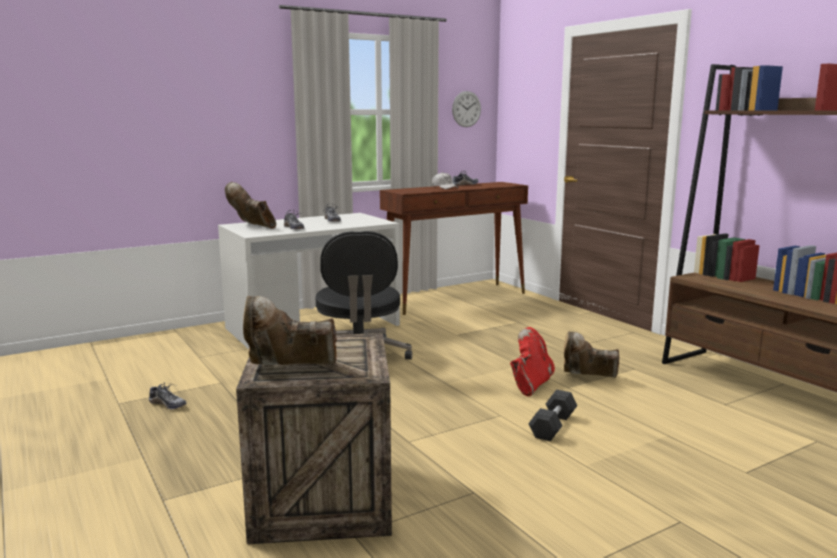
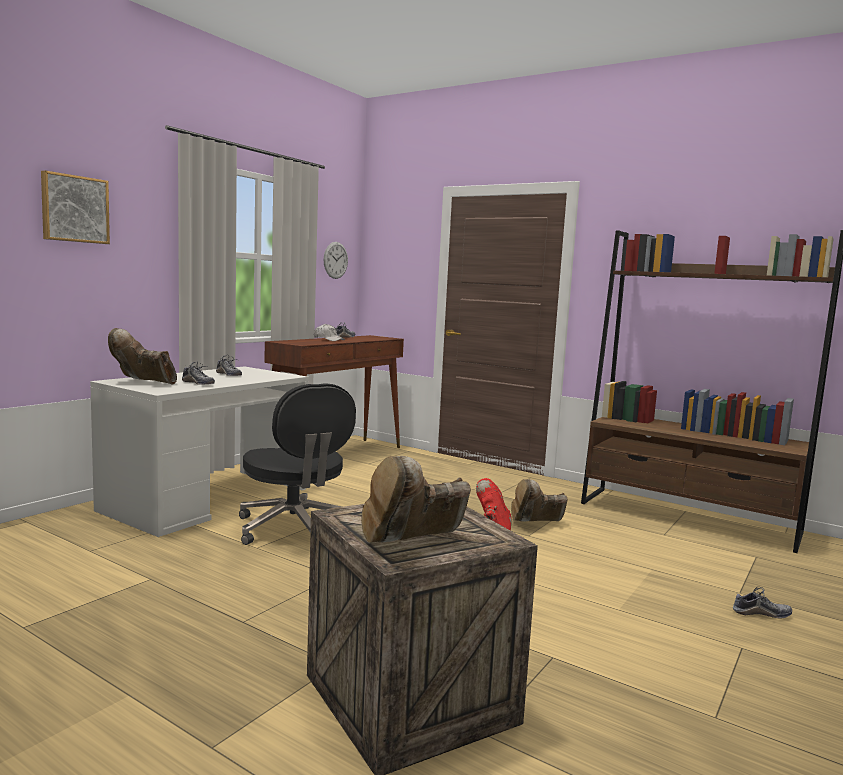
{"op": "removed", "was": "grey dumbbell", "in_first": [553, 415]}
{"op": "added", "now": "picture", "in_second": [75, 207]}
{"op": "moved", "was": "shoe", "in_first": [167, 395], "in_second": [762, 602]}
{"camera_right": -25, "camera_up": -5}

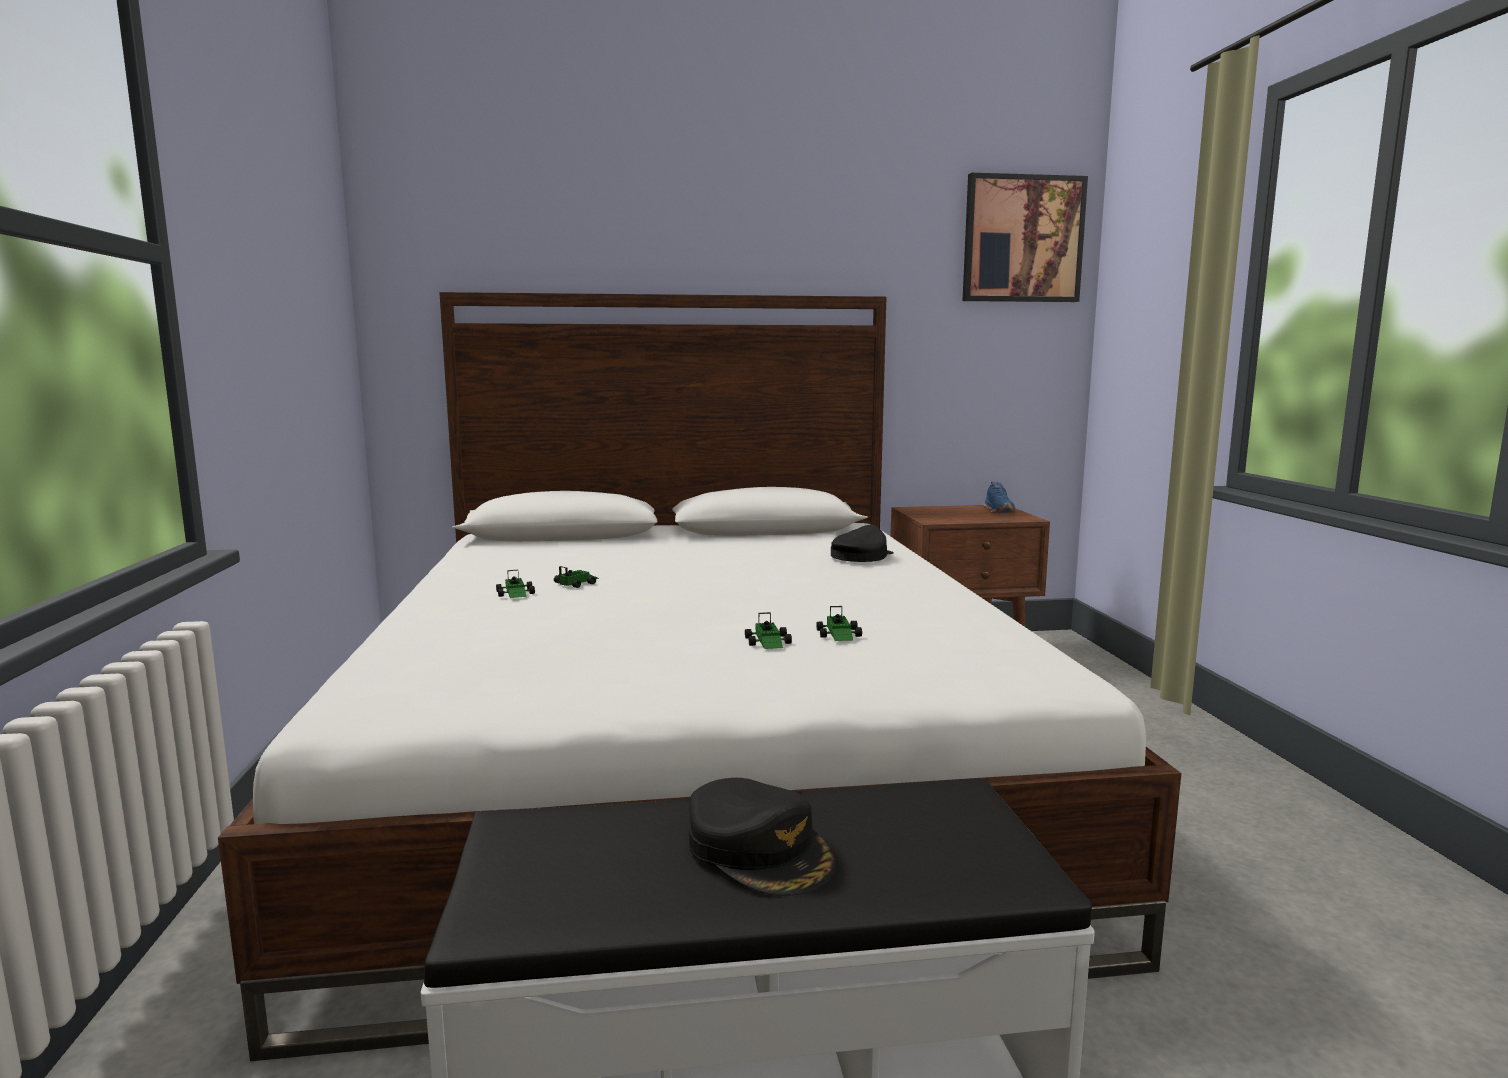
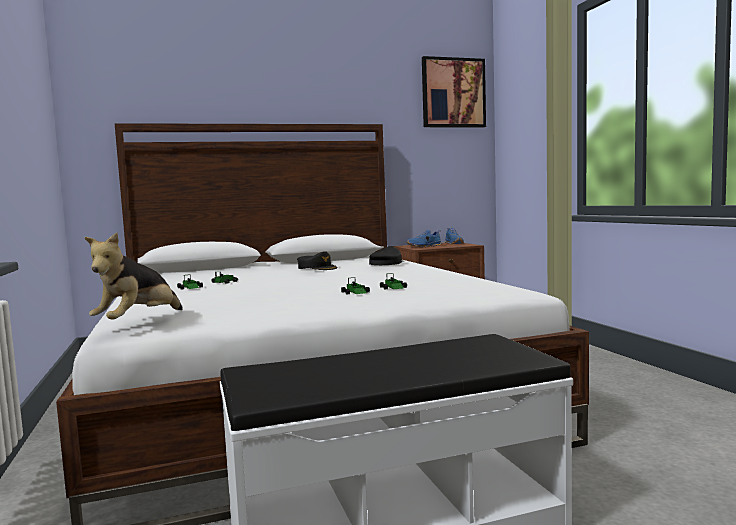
{"op": "added", "now": "plush toy", "in_second": [133, 276]}
{"op": "added", "now": "blue shoe", "in_second": [424, 238]}
{"op": "moved", "was": "black cap", "in_first": [762, 837], "in_second": [317, 260]}
{"camera_right": -10, "camera_up": -5}

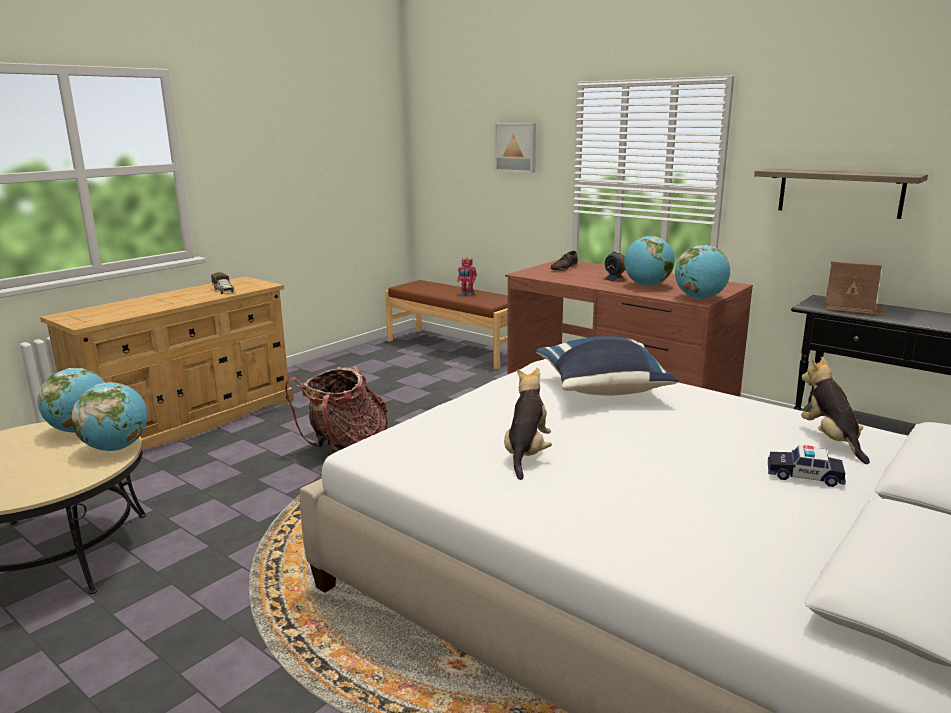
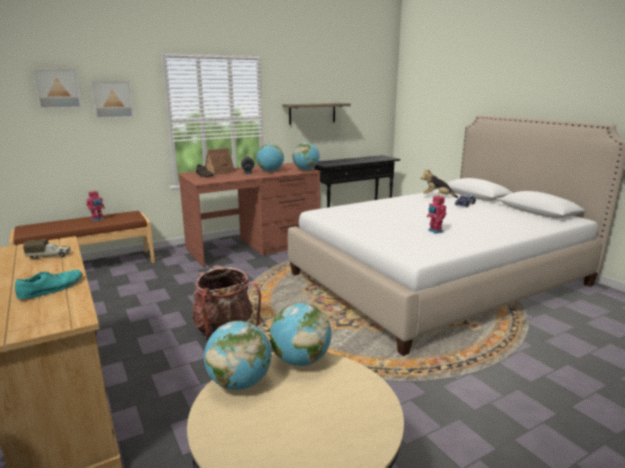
{"op": "removed", "was": "blue pillow", "in_first": [607, 365]}
{"op": "added", "now": "turquoise shoe", "in_second": [49, 284]}
{"op": "added", "now": "picture", "in_second": [57, 89]}
{"op": "moved", "was": "toy house", "in_first": [854, 288], "in_second": [220, 161]}
{"op": "replaced", "was": "plush toy", "now": "toy robot", "in_first": [528, 424], "in_second": [436, 214]}
{"camera_right": -70, "camera_up": 0}

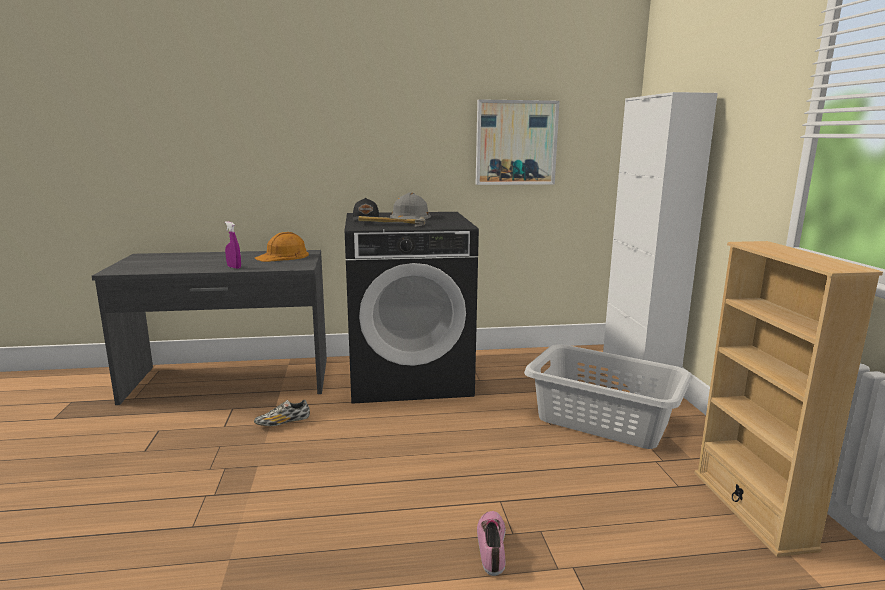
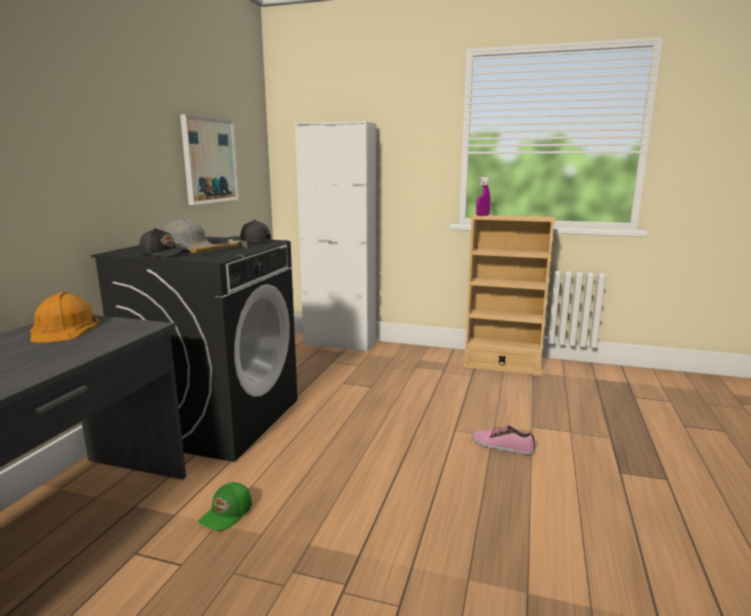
{"op": "removed", "was": "grey laundry basket", "in_first": [607, 397]}
{"op": "added", "now": "black cap", "in_second": [249, 230]}
{"op": "moved", "was": "purple spray bottle", "in_first": [233, 245], "in_second": [483, 196]}
{"op": "replaced", "was": "shoe", "now": "green cap", "in_first": [282, 412], "in_second": [225, 506]}
{"camera_right": -65, "camera_up": 0}

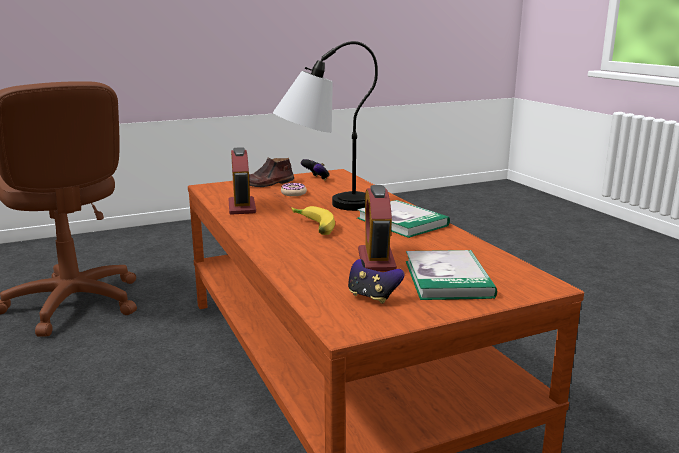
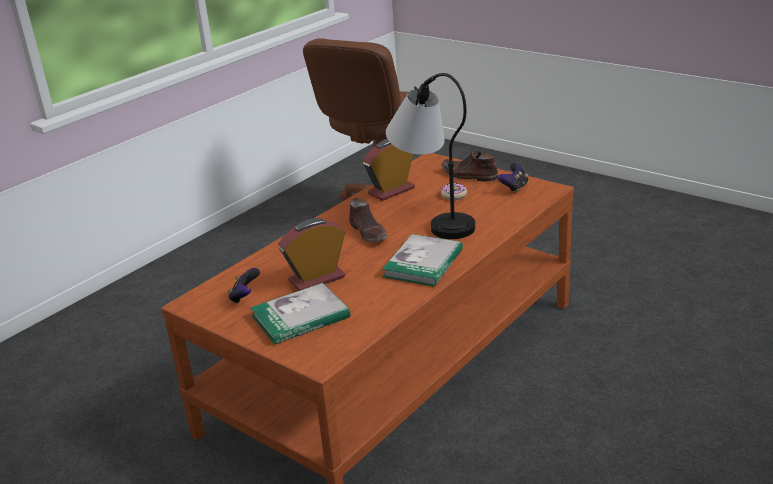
{"op": "replaced", "was": "banana", "now": "brown shoe", "in_first": [313, 220], "in_second": [368, 220]}
{"camera_right": 65, "camera_up": 10}

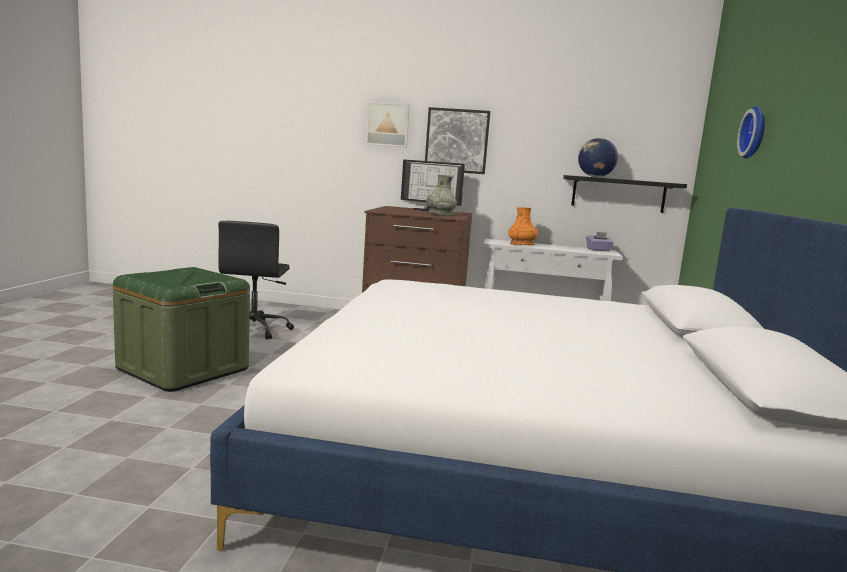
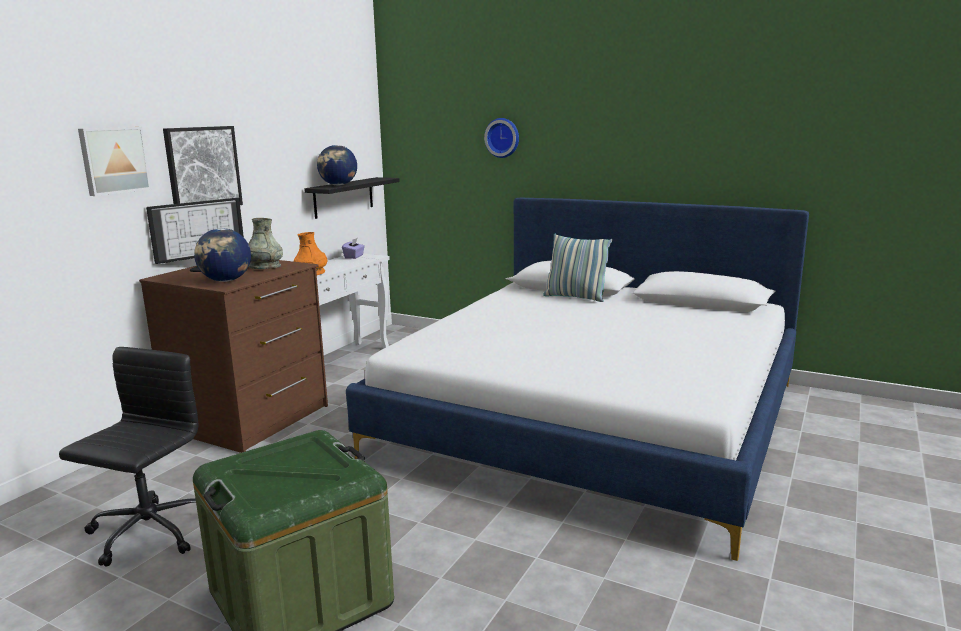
{"op": "added", "now": "globe", "in_second": [222, 255]}
{"op": "added", "now": "pillow", "in_second": [578, 268]}
{"op": "turned", "was": "black office chair", "in_first": [256, 280], "in_second": [128, 457], "clockwise": -90}
{"camera_right": -70, "camera_up": 5}

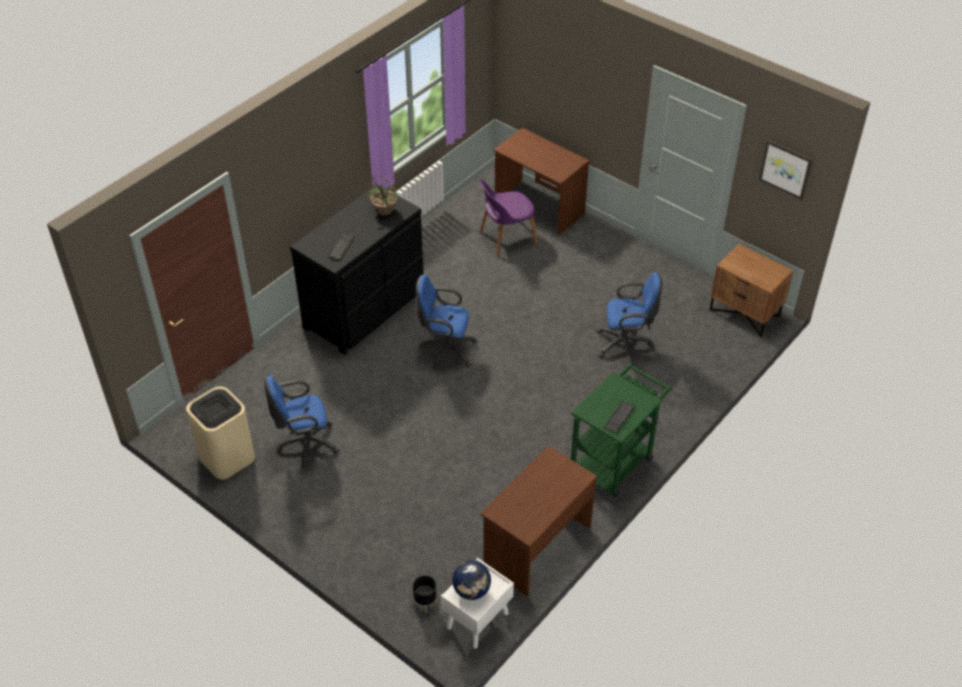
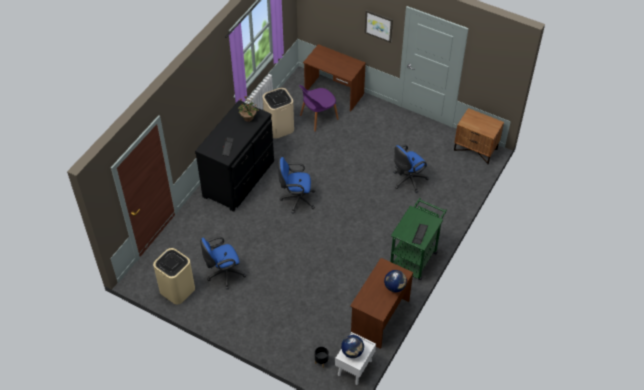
{"op": "added", "now": "beige trash can", "in_second": [278, 113]}
{"op": "added", "now": "globe", "in_second": [395, 281]}
{"op": "moved", "was": "picture", "in_first": [786, 170], "in_second": [379, 26]}
{"op": "turned", "was": "blue office chair", "in_first": [630, 318], "in_second": [411, 168], "clockwise": 150}
{"camera_right": -10, "camera_up": 5}

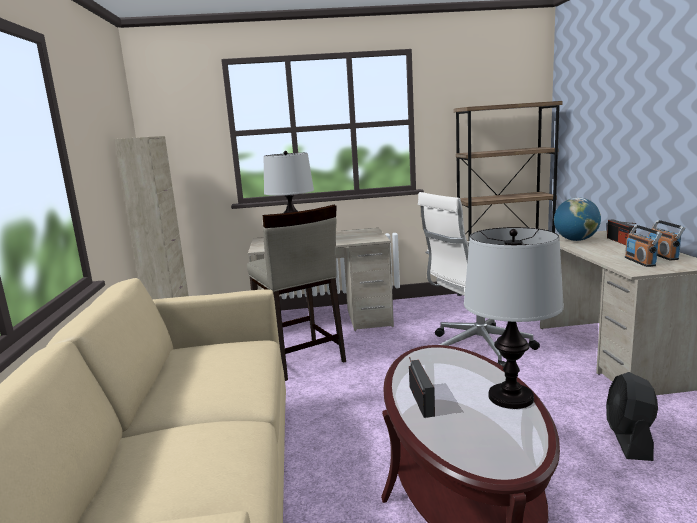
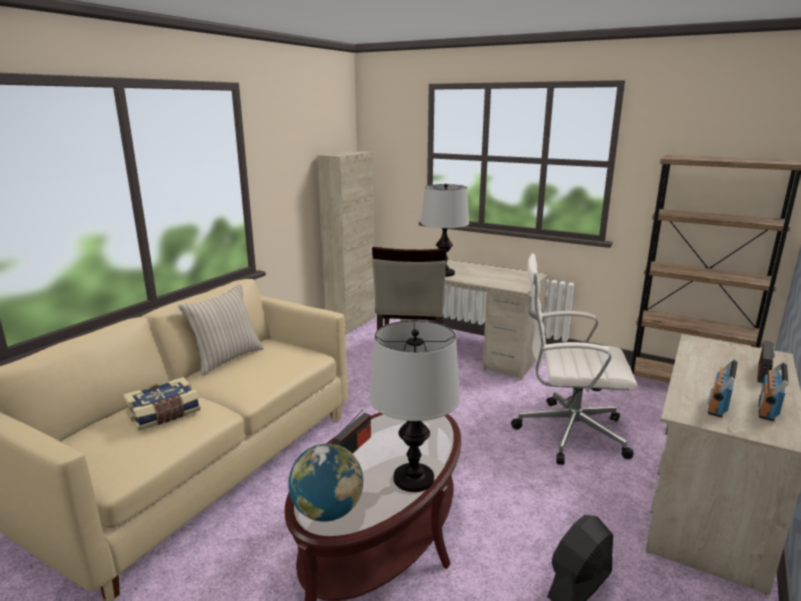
{"op": "added", "now": "book", "in_second": [162, 404]}
{"op": "added", "now": "beige pillow", "in_second": [221, 330]}
{"op": "moved", "was": "globe", "in_first": [577, 219], "in_second": [325, 483]}
{"camera_right": 35, "camera_up": 5}

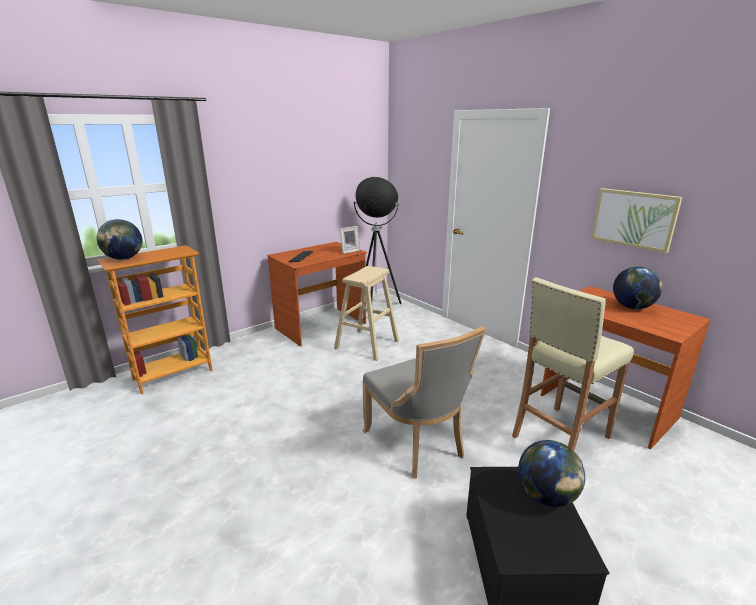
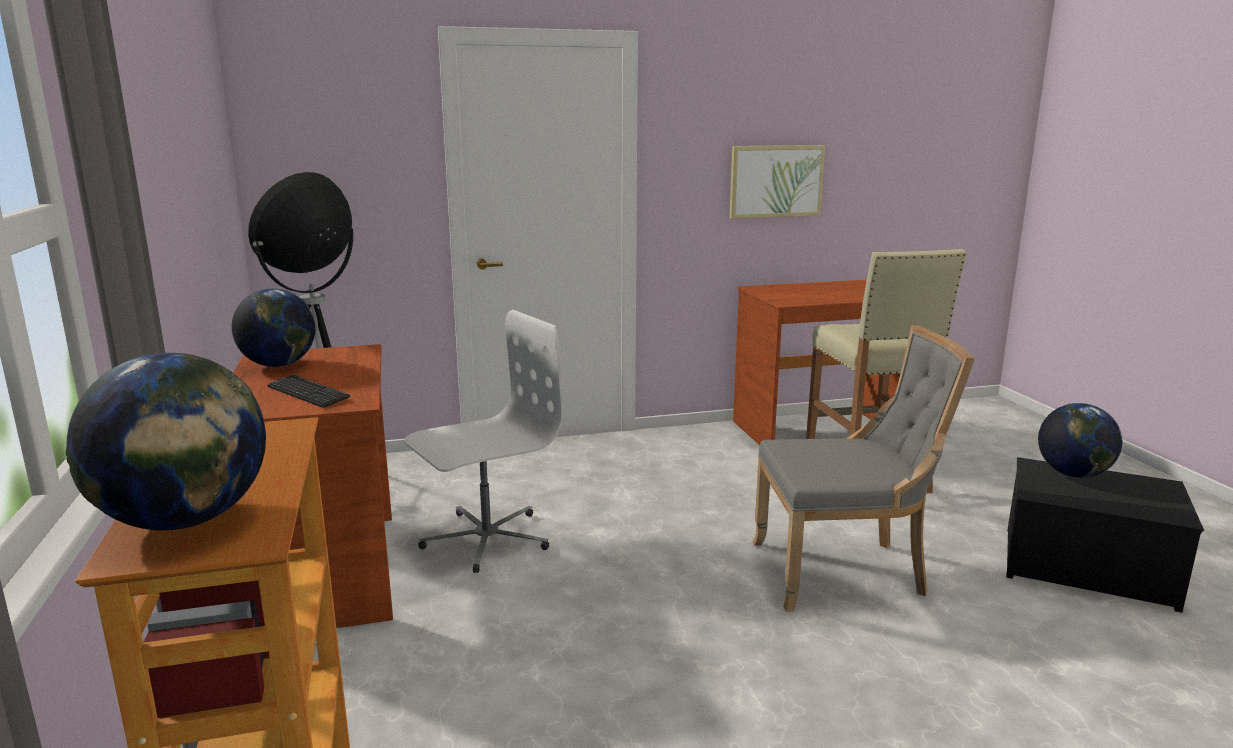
{"op": "removed", "was": "picture frame", "in_first": [350, 240]}
{"op": "moved", "was": "globe", "in_first": [637, 287], "in_second": [274, 328]}
{"op": "replaced", "was": "beige stool", "now": "white office chair", "in_first": [366, 313], "in_second": [483, 441]}
{"camera_right": -65, "camera_up": -5}

